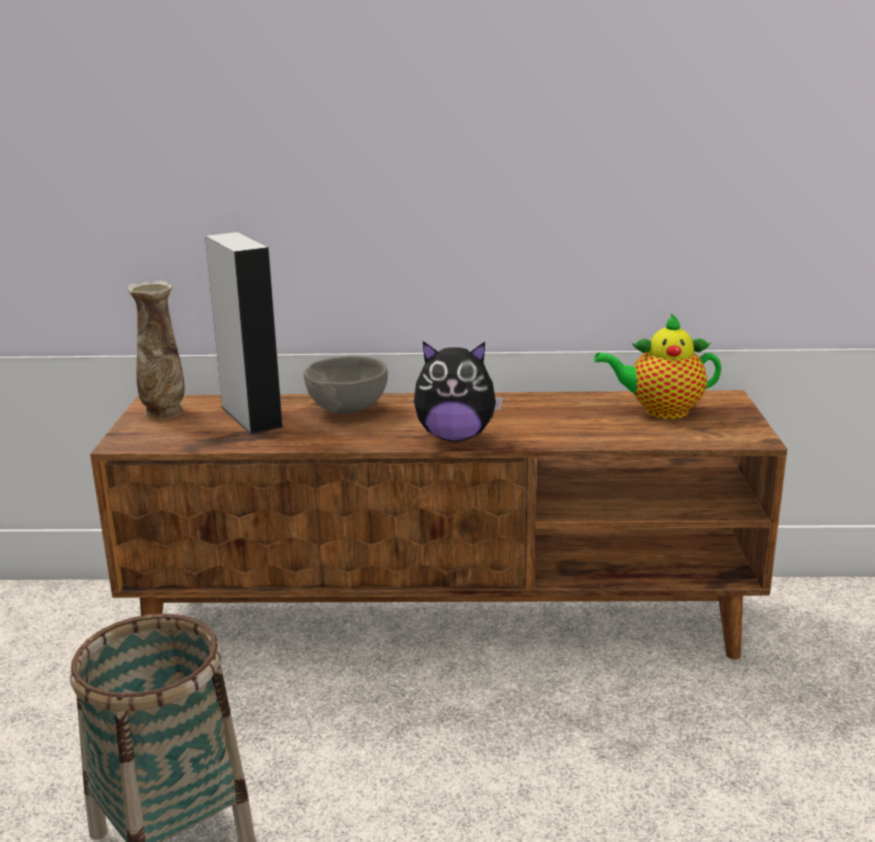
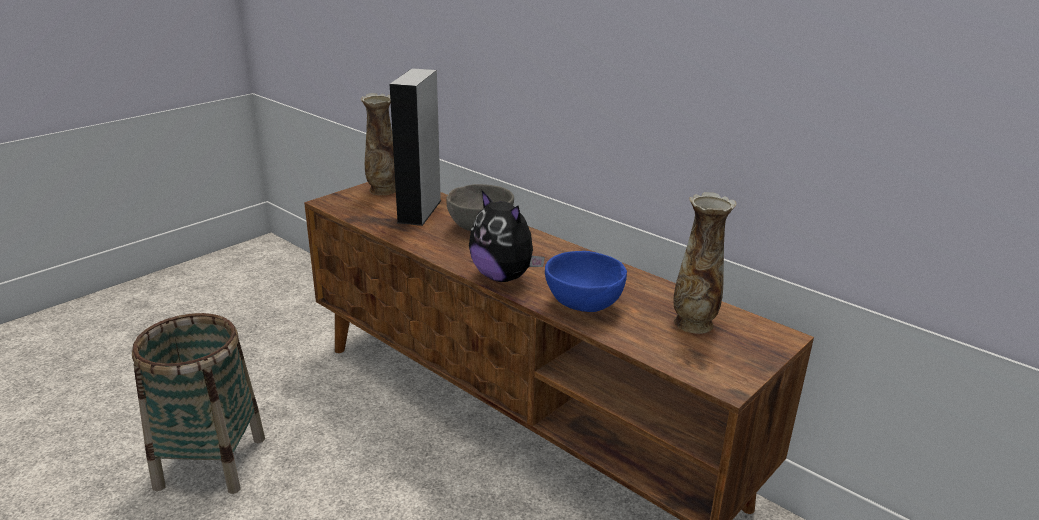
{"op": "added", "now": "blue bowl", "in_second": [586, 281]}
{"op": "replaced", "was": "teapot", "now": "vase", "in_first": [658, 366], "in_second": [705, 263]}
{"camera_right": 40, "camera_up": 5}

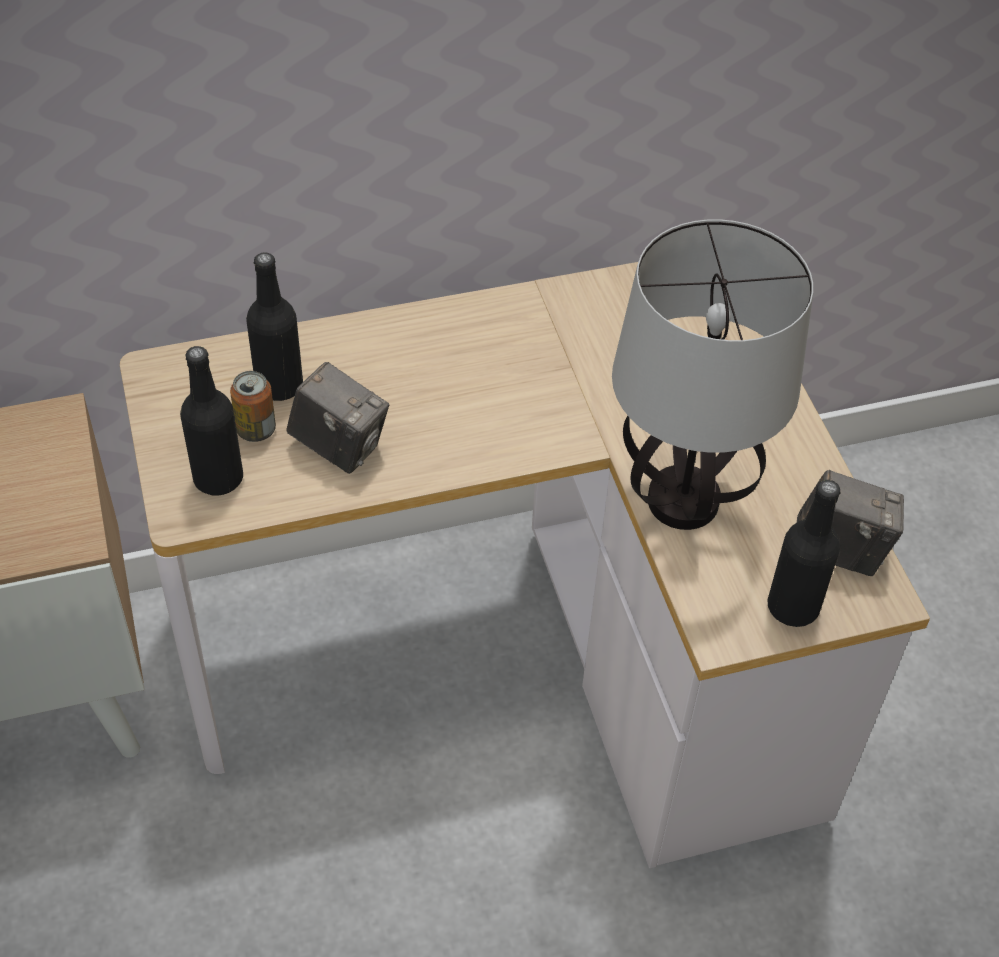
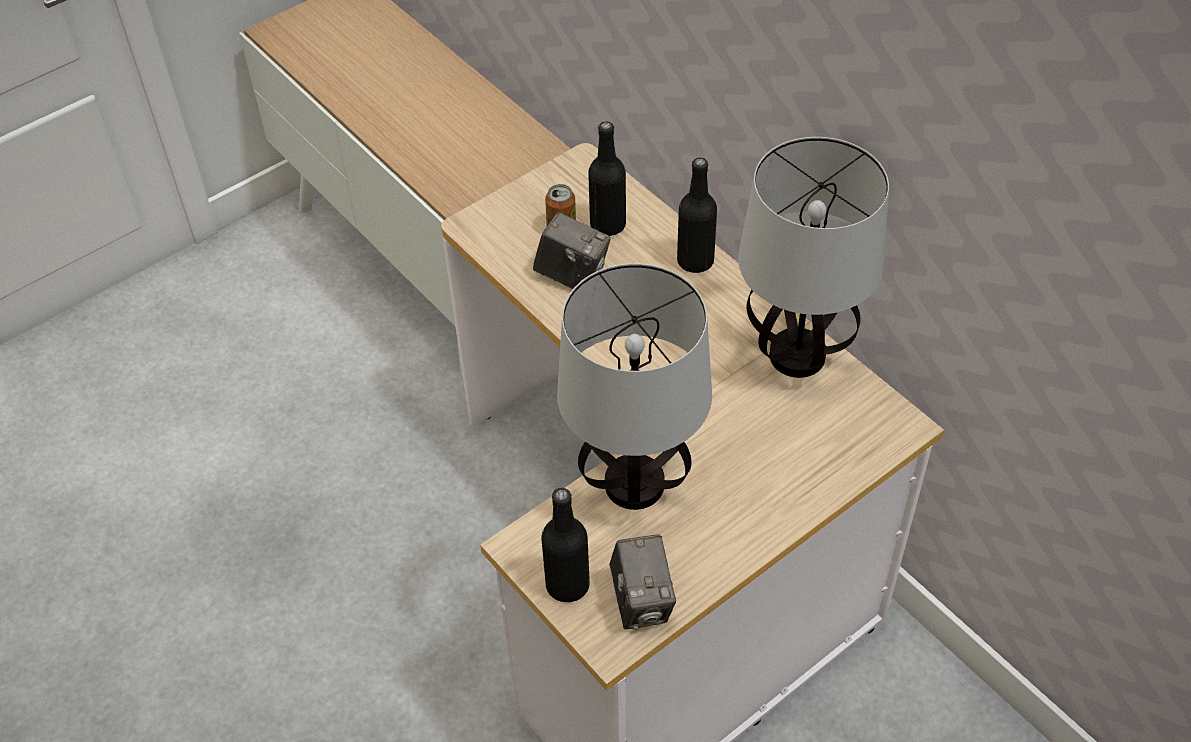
{"op": "added", "now": "table lamp", "in_second": [813, 257]}
{"op": "moved", "was": "black bottle", "in_first": [211, 420], "in_second": [697, 215]}
{"op": "turned", "was": "photo camera", "in_first": [337, 418], "in_second": [572, 250], "clockwise": -75}
{"camera_right": 70, "camera_up": 0}

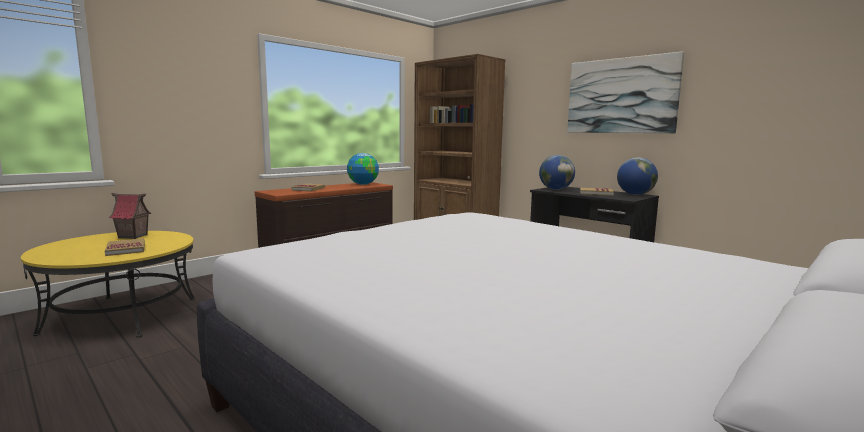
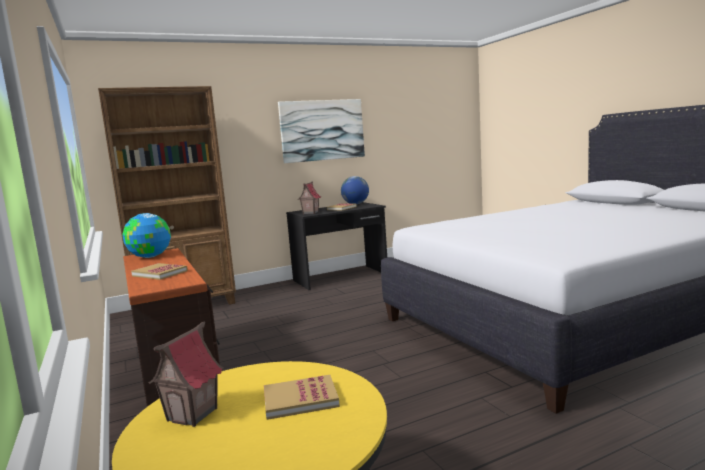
{"op": "replaced", "was": "globe", "now": "toy house", "in_first": [557, 172], "in_second": [309, 197]}
{"camera_right": -70, "camera_up": 0}

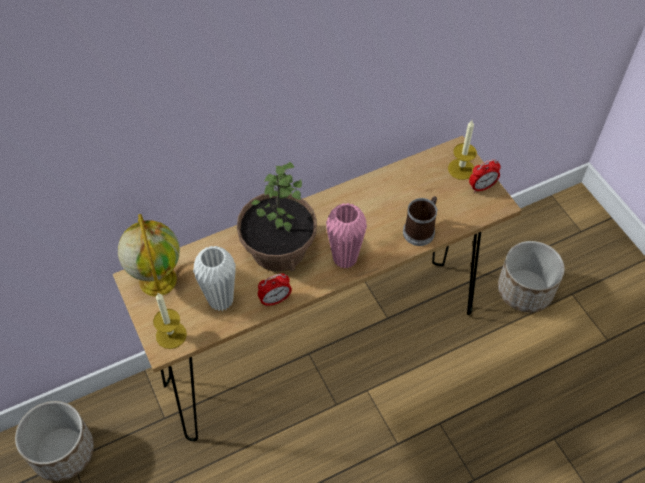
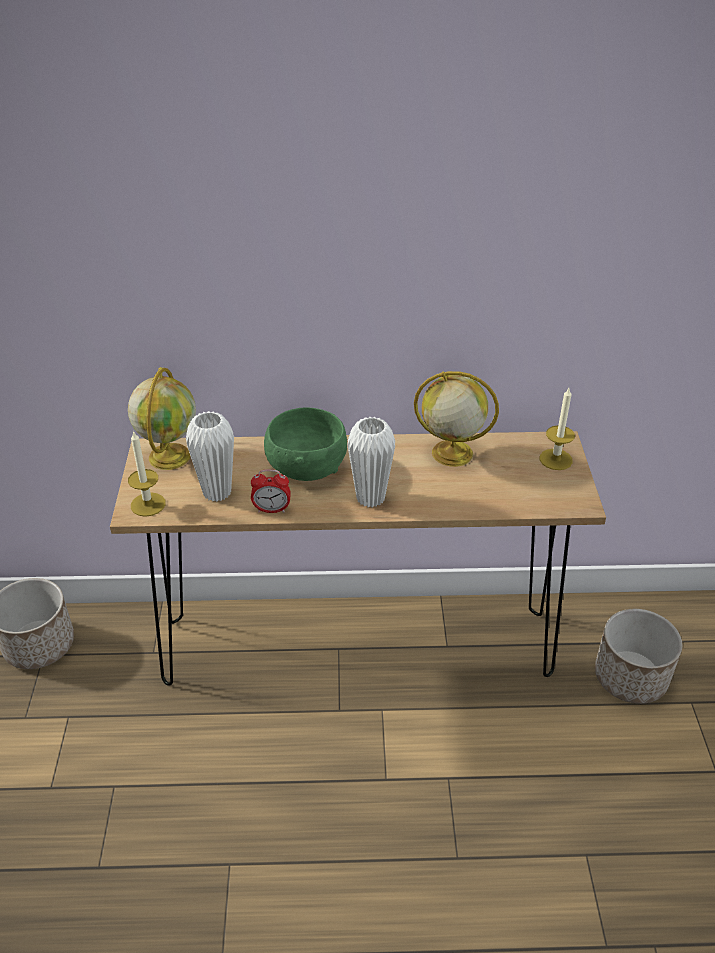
{"op": "removed", "was": "mug", "in_first": [420, 221]}
{"op": "removed", "was": "alarm clock", "in_first": [485, 176]}
{"op": "added", "now": "globe", "in_second": [456, 419]}
{"op": "replaced", "was": "potted plant", "now": "green bowl", "in_first": [277, 216], "in_second": [305, 444]}
{"op": "recoloured", "was": "pink vase", "now": "white vase", "in_first": [346, 236], "in_second": [371, 462]}
{"camera_right": 25, "camera_up": -15}

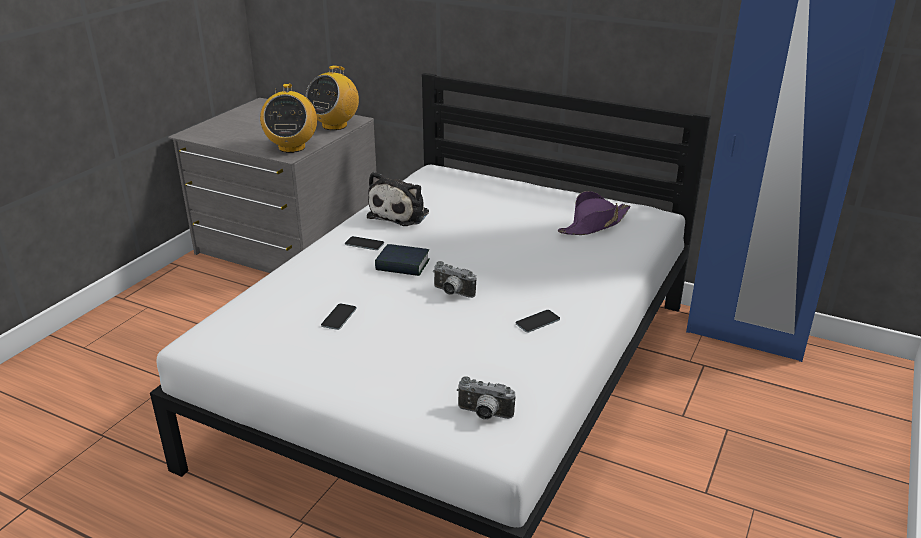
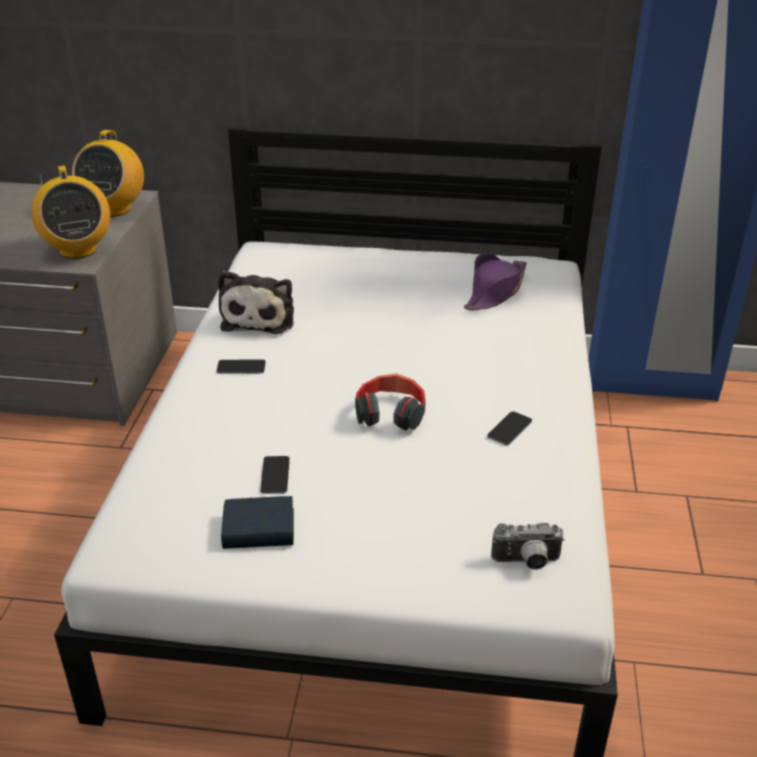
{"op": "moved", "was": "book", "in_first": [402, 260], "in_second": [257, 522]}
{"op": "replaced", "was": "photo camera", "now": "headphones", "in_first": [454, 279], "in_second": [390, 402]}
{"camera_right": -20, "camera_up": 5}

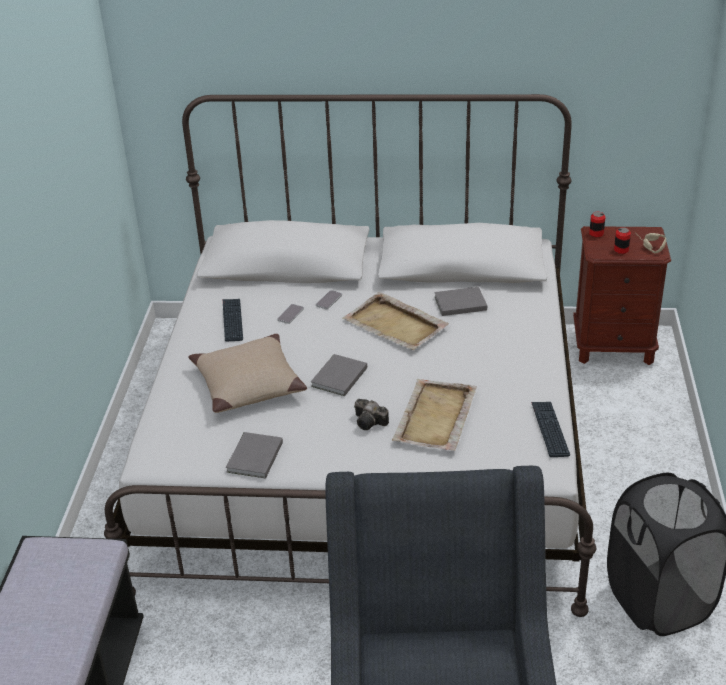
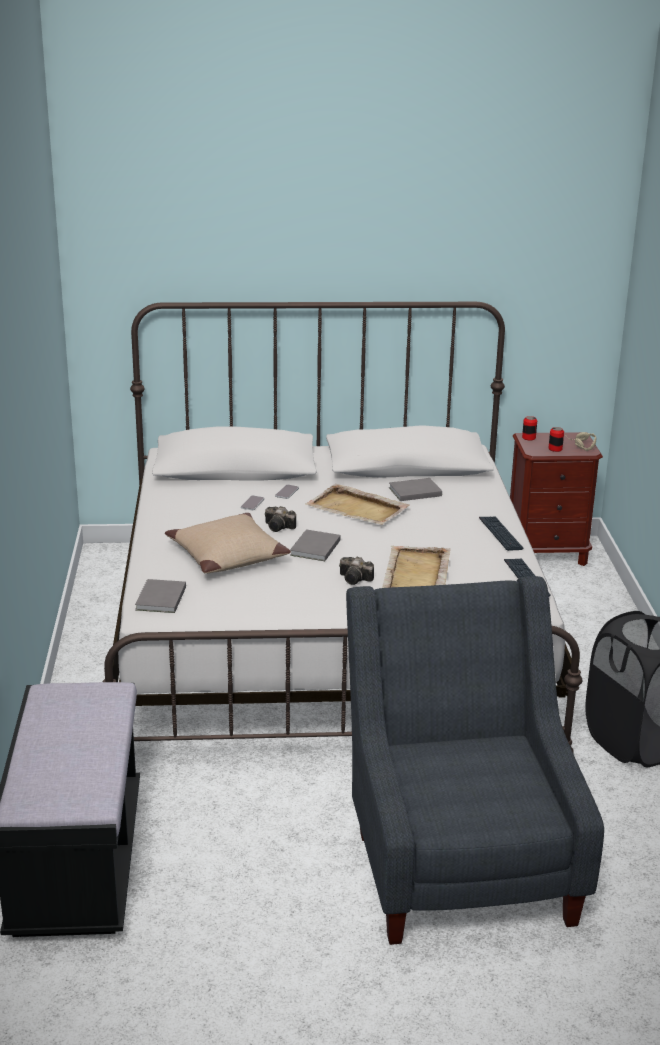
{"op": "added", "now": "photo camera", "in_second": [280, 519]}
{"op": "moved", "was": "keyboard", "in_first": [233, 320], "in_second": [501, 533]}
{"op": "moved", "was": "grey book", "in_first": [254, 455], "in_second": [160, 596]}
{"camera_right": -10, "camera_up": -10}

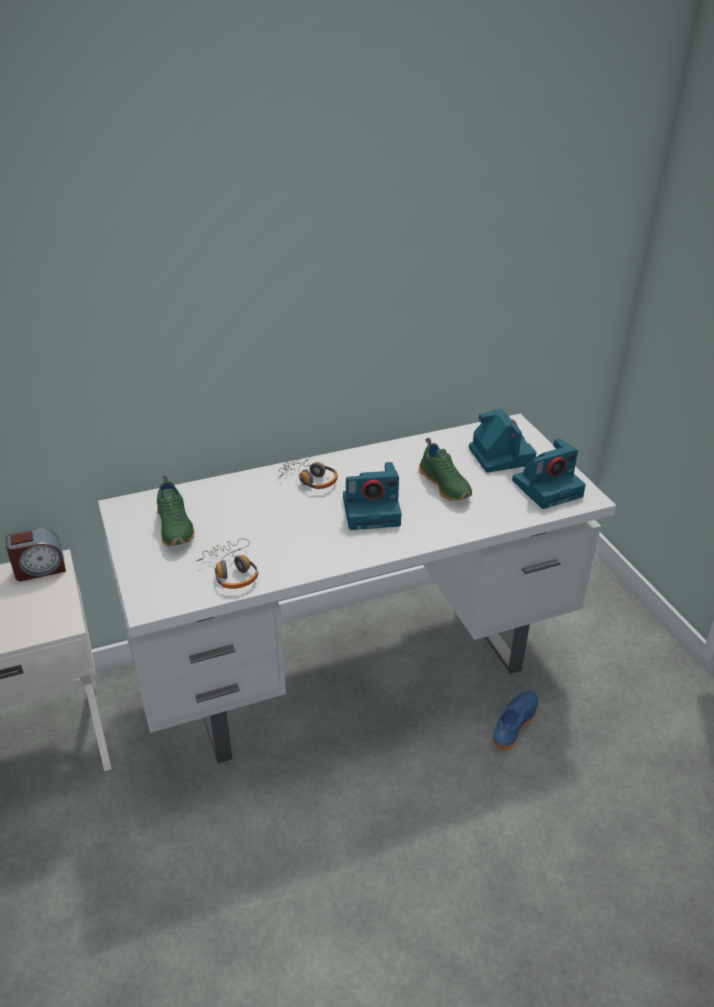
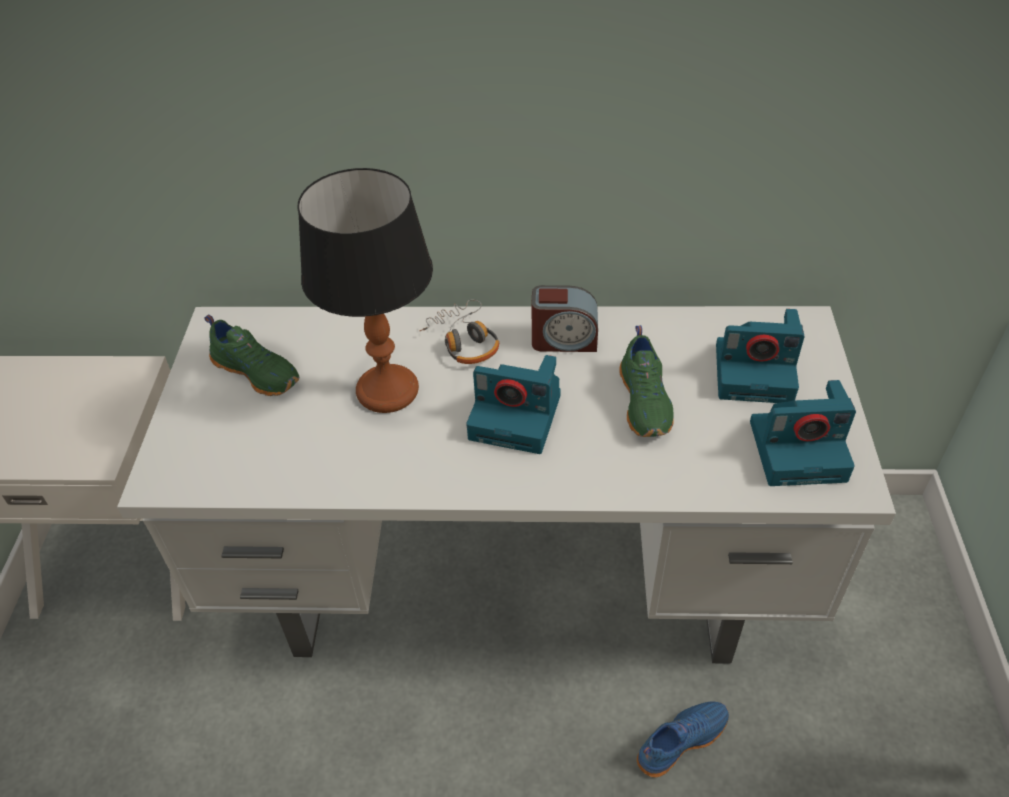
{"op": "removed", "was": "headphones", "in_first": [227, 563]}
{"op": "added", "now": "table lamp", "in_second": [365, 290]}
{"op": "moved", "was": "alarm clock", "in_first": [35, 554], "in_second": [564, 318]}
{"op": "turned", "was": "green shoe", "in_first": [176, 510], "in_second": [251, 355], "clockwise": -60}
{"op": "turned", "was": "photo camera", "in_first": [503, 441], "in_second": [760, 356], "clockwise": 90}
{"camera_right": 25, "camera_up": 10}

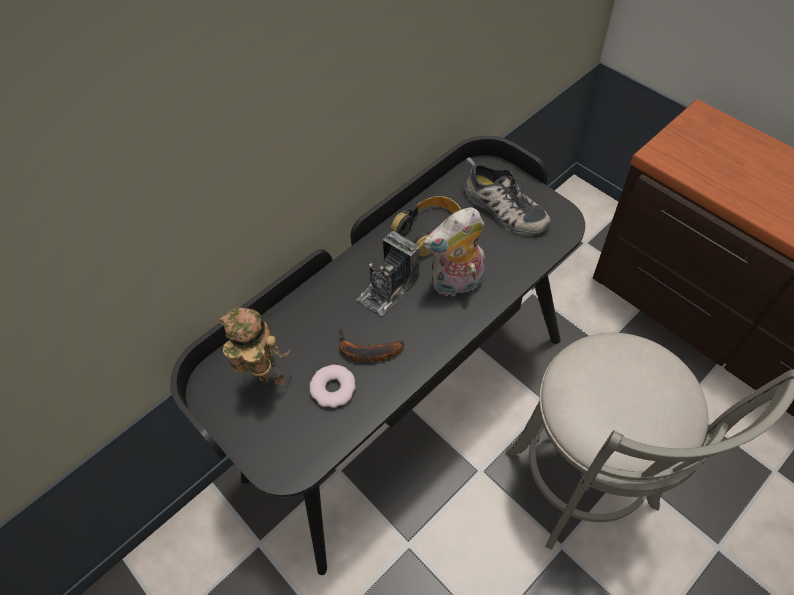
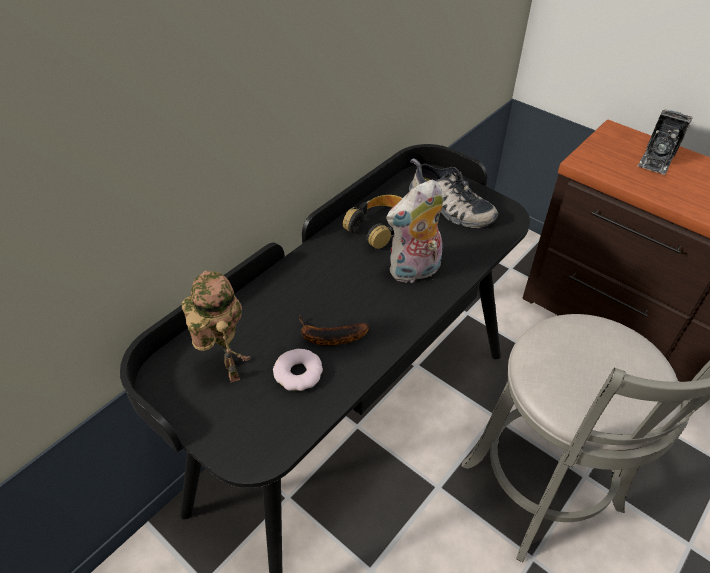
{"op": "moved", "was": "photo camera", "in_first": [388, 273], "in_second": [664, 142]}
{"op": "turned", "was": "toy robot", "in_first": [254, 346], "in_second": [216, 327], "clockwise": 60}
{"camera_right": -10, "camera_up": -10}

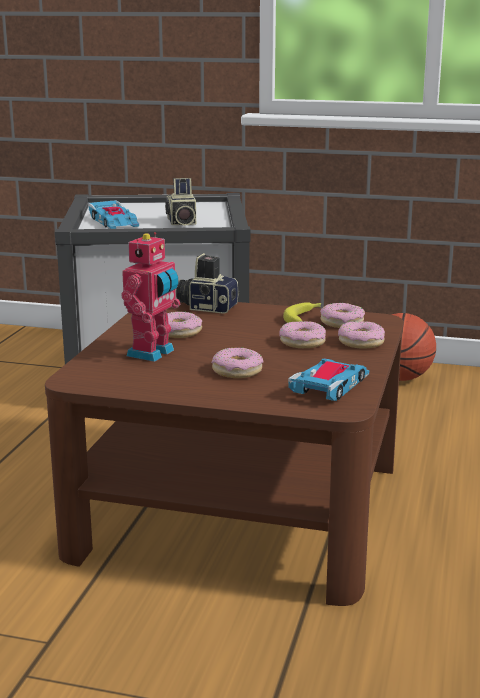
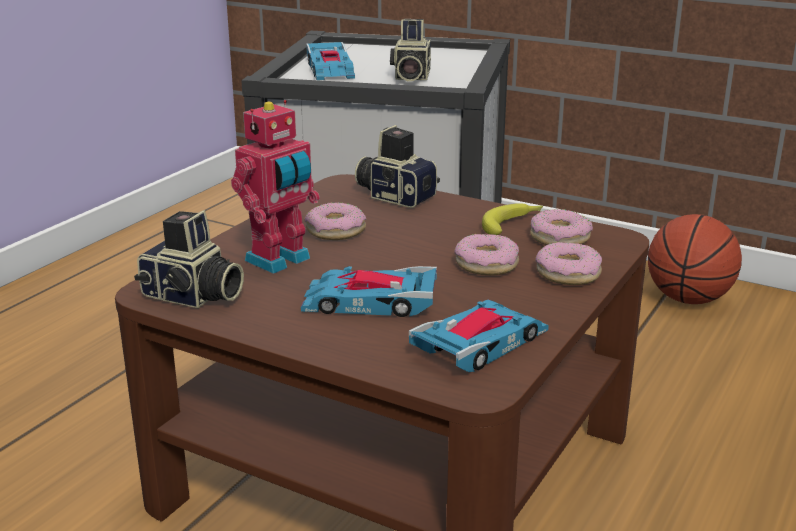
{"op": "added", "now": "photo camera", "in_second": [189, 259]}
{"op": "replaced", "was": "donut", "now": "toy car", "in_first": [237, 363], "in_second": [369, 291]}
{"camera_right": 15, "camera_up": 5}

